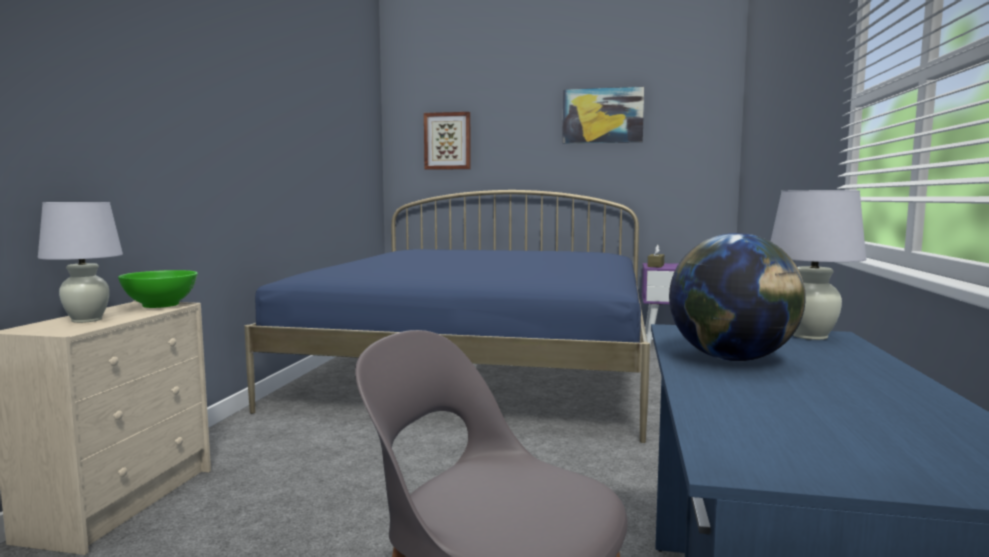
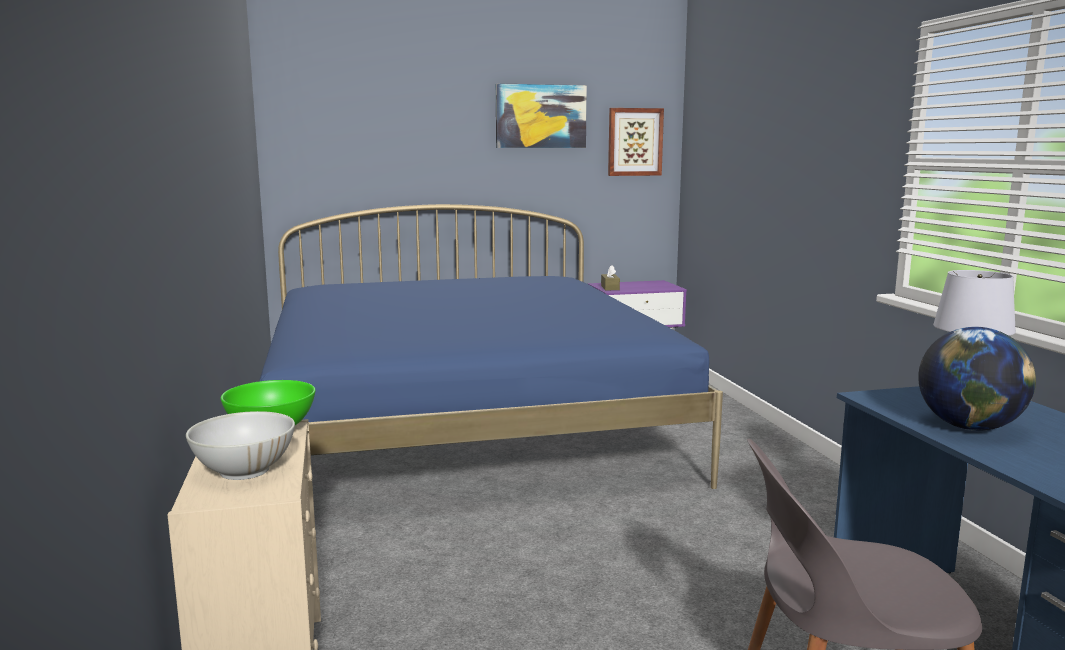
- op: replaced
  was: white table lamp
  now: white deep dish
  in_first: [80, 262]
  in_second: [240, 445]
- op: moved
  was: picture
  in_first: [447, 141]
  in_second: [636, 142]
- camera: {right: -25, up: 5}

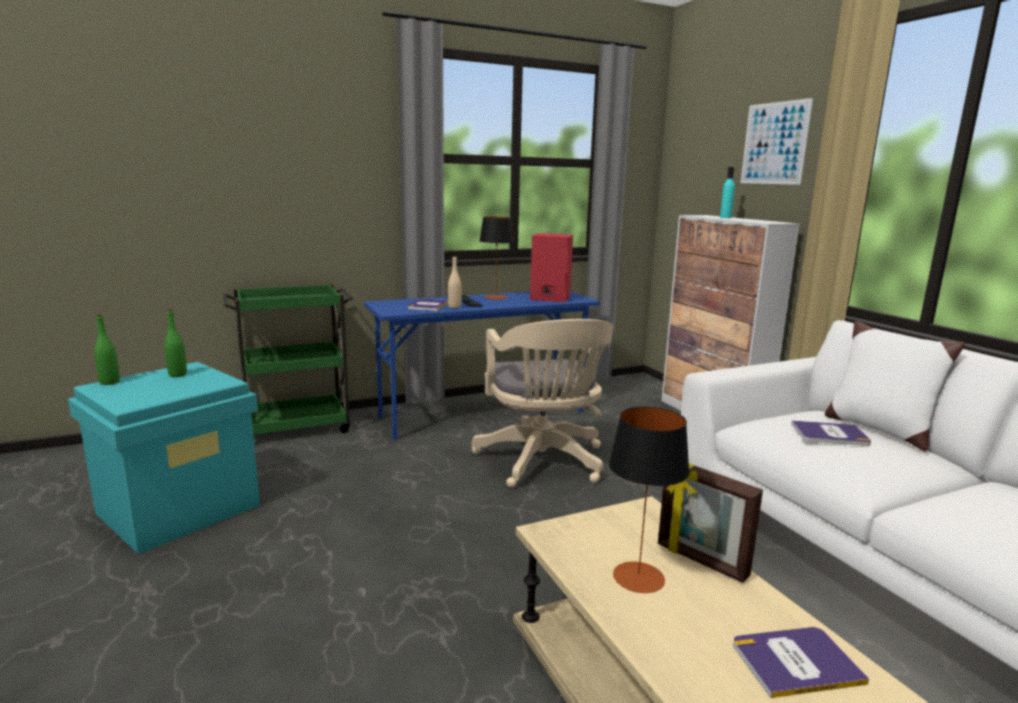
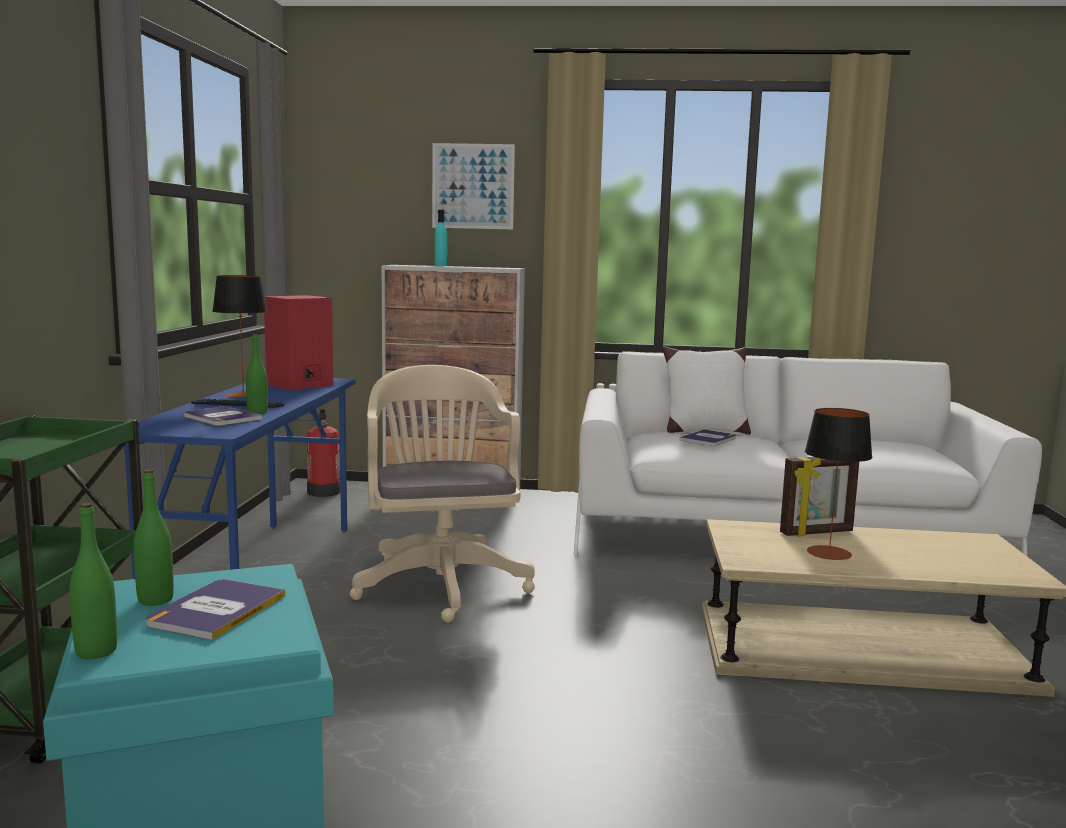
- op: moved
  was: book
  in_first: [801, 662]
  in_second: [215, 609]
- op: recoloured
  was: beige-coloured drink bottle
  now: green drink bottle
  in_first: [455, 282]
  in_second: [257, 374]
- op: added
  now: fire extinguisher
  in_second: [324, 453]
- op: turned
  was: beige-coloured desk chair
  in_first: [542, 403]
  in_second: [442, 494]
  clockwise: -120
- camera: {right: -60, up: -5}

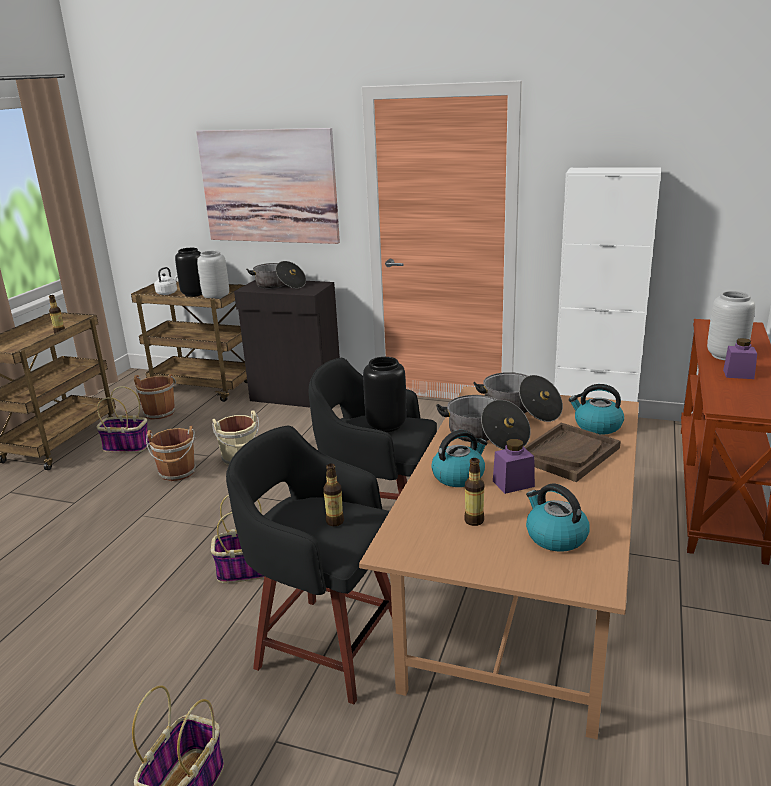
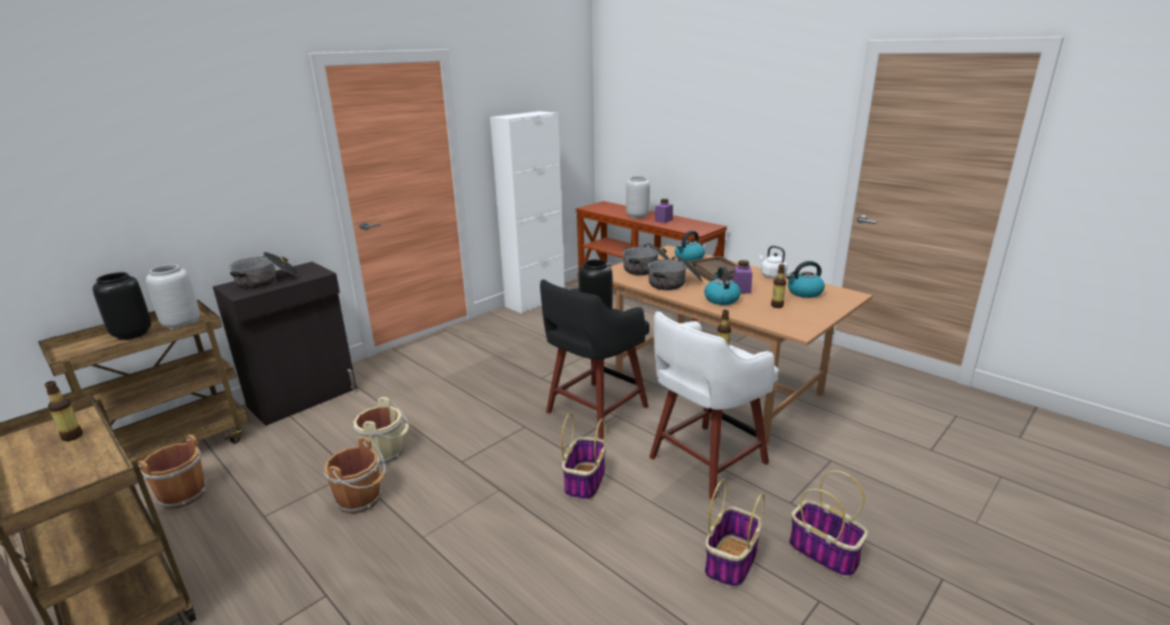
- op: recoloured
  was: black sitting stool
  now: white sitting stool
  in_first: [309, 565]
  in_second: [714, 405]
- op: moved
  was: basket
  in_first: [123, 419]
  in_second: [735, 533]
- op: moved
  was: white kettle
  in_first: [166, 281]
  in_second: [773, 262]
- op: removed
  was: picture
  in_first: [268, 186]
- camera: {right: -65, up: 0}

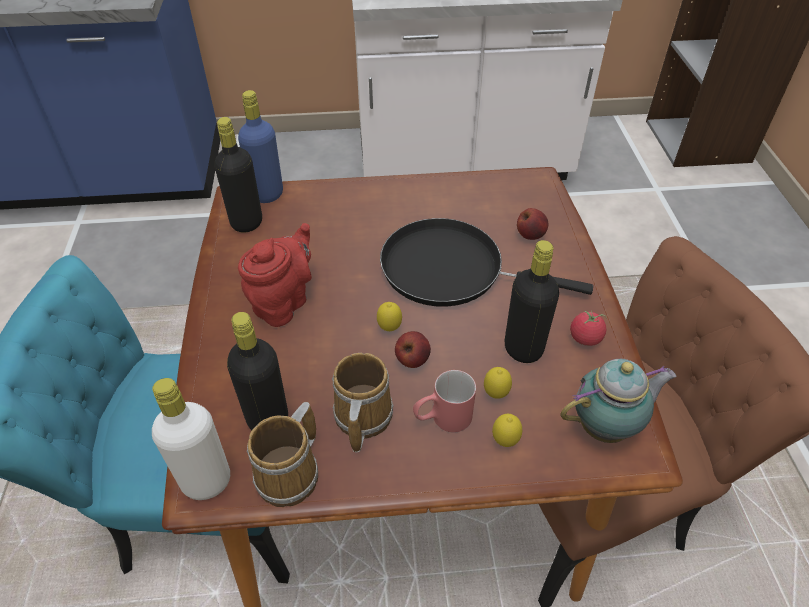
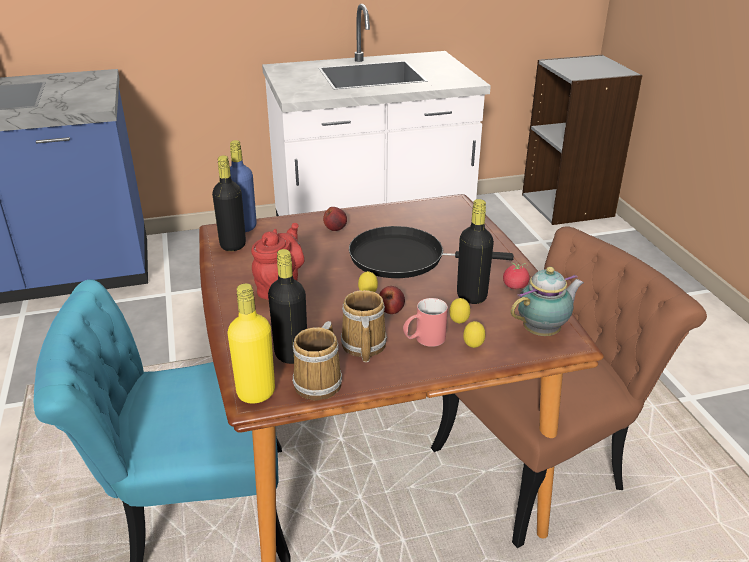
- op: recoloured
  was: white drink bottle
  now: yellow-coloured drink bottle
  in_first: [191, 439]
  in_second: [251, 343]
- op: moved
  was: apple
  in_first: [532, 224]
  in_second: [335, 219]
- camera: {right: -10, up: -15}

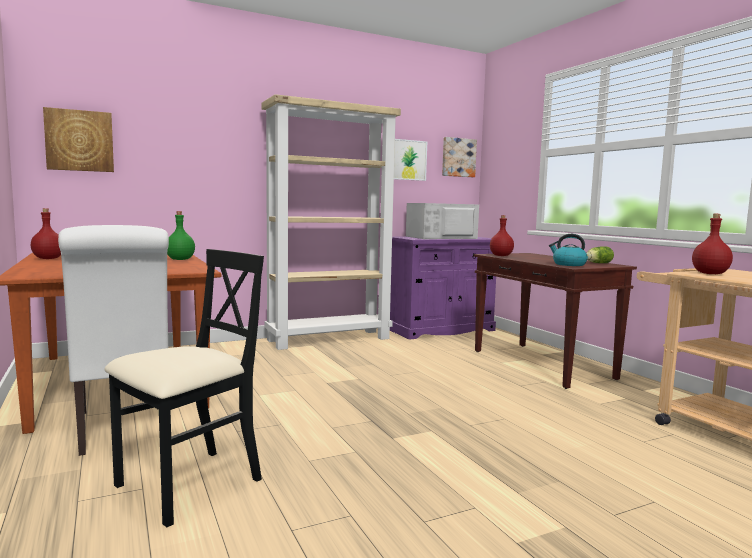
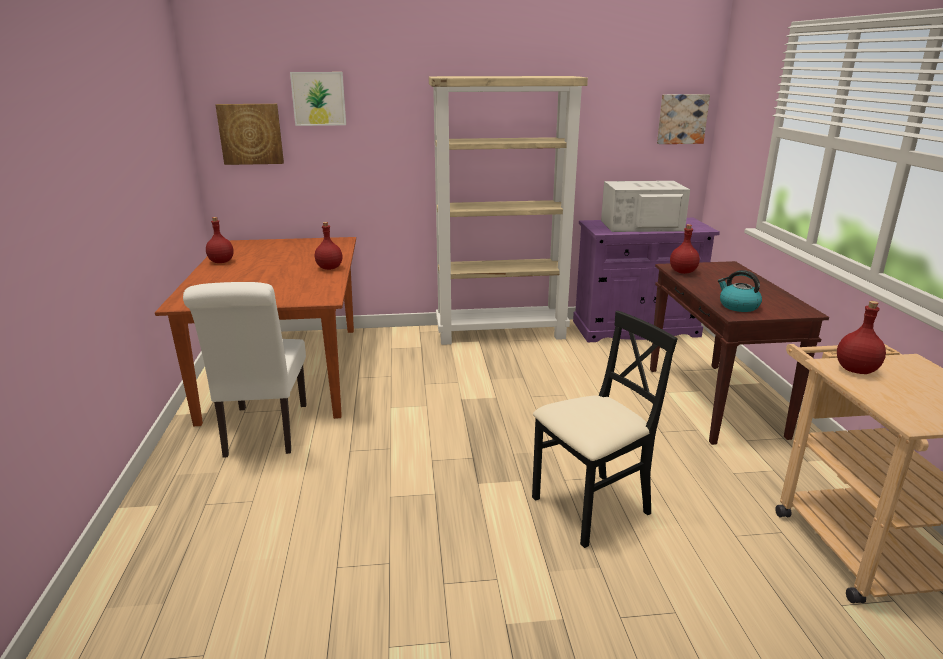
- op: moved
  was: picture
  in_first: [410, 160]
  in_second: [318, 99]
- op: recoloured
  was: green drink bottle
  now: red drink bottle
  in_first: [181, 235]
  in_second: [329, 246]
- op: moved
  was: black plain chair
  in_first: [184, 388]
  in_second: [605, 429]
- op: removed
  was: lettuce head
  in_first: [600, 254]
- camera: {right: 20, up: 15}

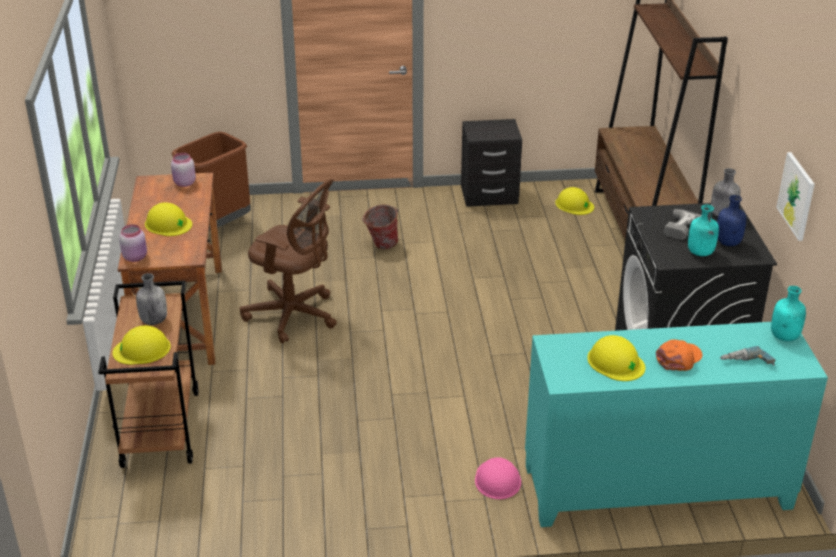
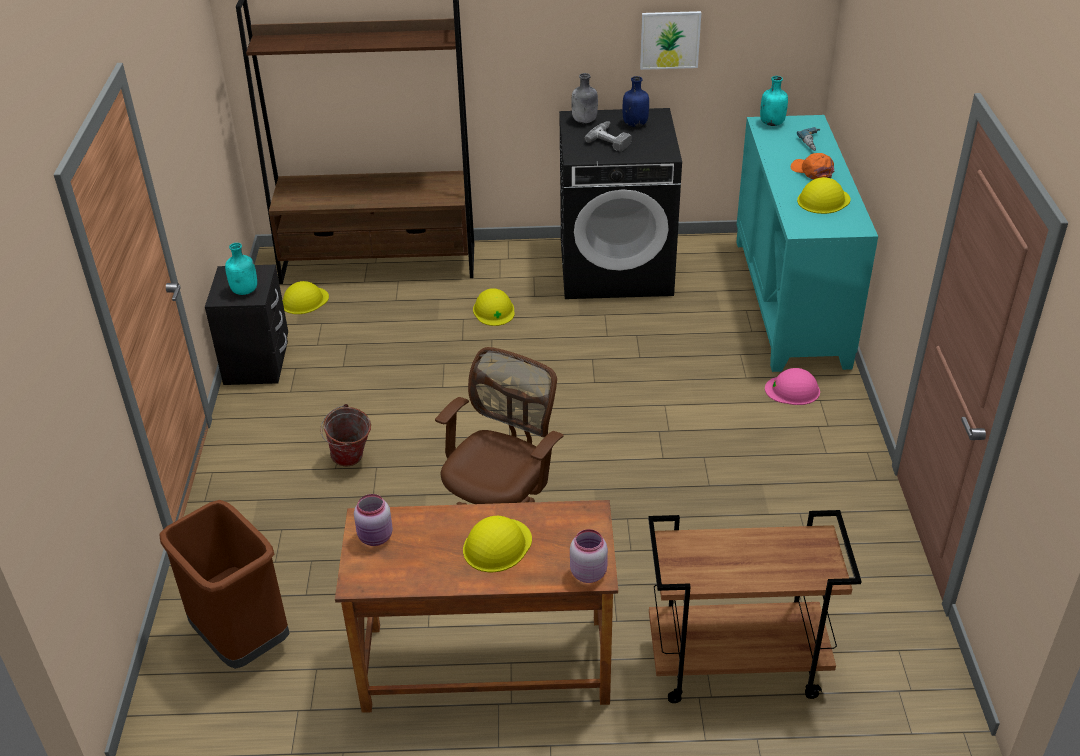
- op: moved
  was: turquoise drink bottle
  in_first: [703, 230]
  in_second: [241, 269]
- op: moved
  was: yellow-coloured work helmet
  in_first: [141, 345]
  in_second: [494, 307]
- op: removed
  was: grey drink bottle
  in_first: [151, 299]
- camera: {right: -85, up: 5}

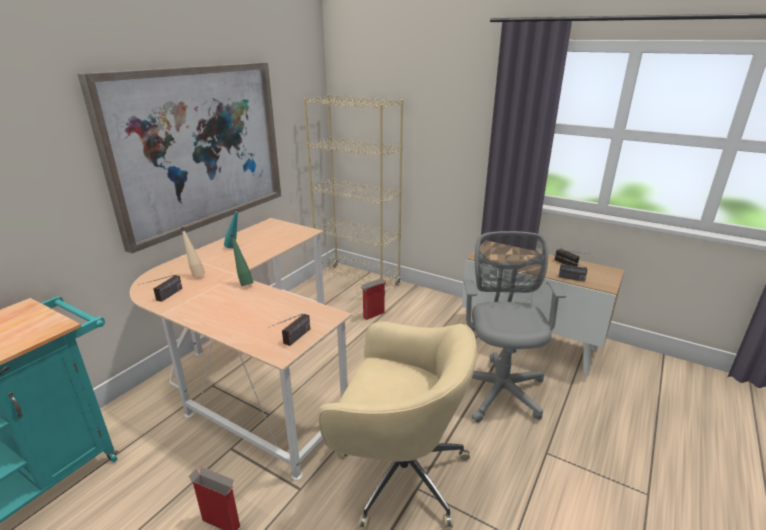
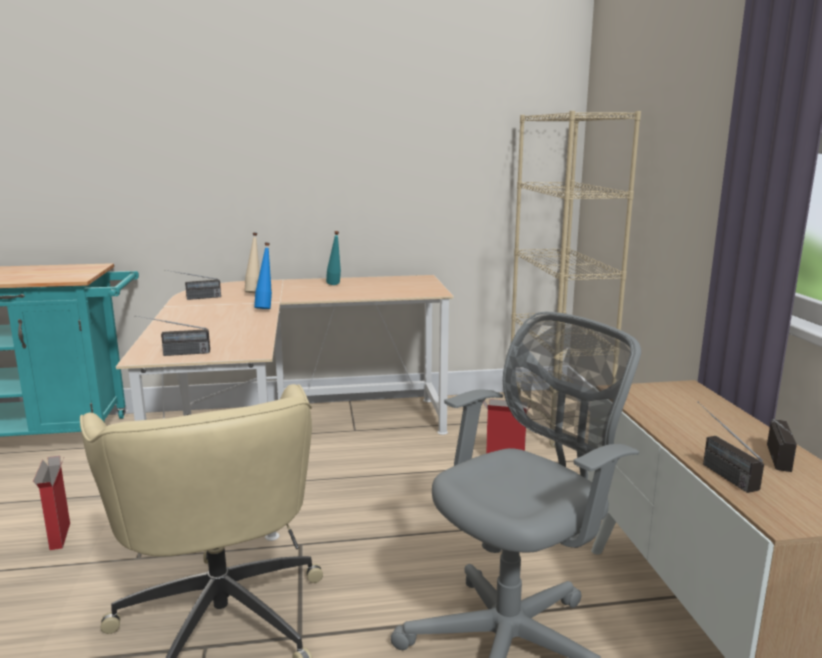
- op: recoloured
  was: green drink bottle
  now: blue-coloured drink bottle
  in_first: [241, 260]
  in_second: [263, 275]
- op: removed
  was: picture
  in_first: [179, 158]
- camera: {right: 50, up: -10}

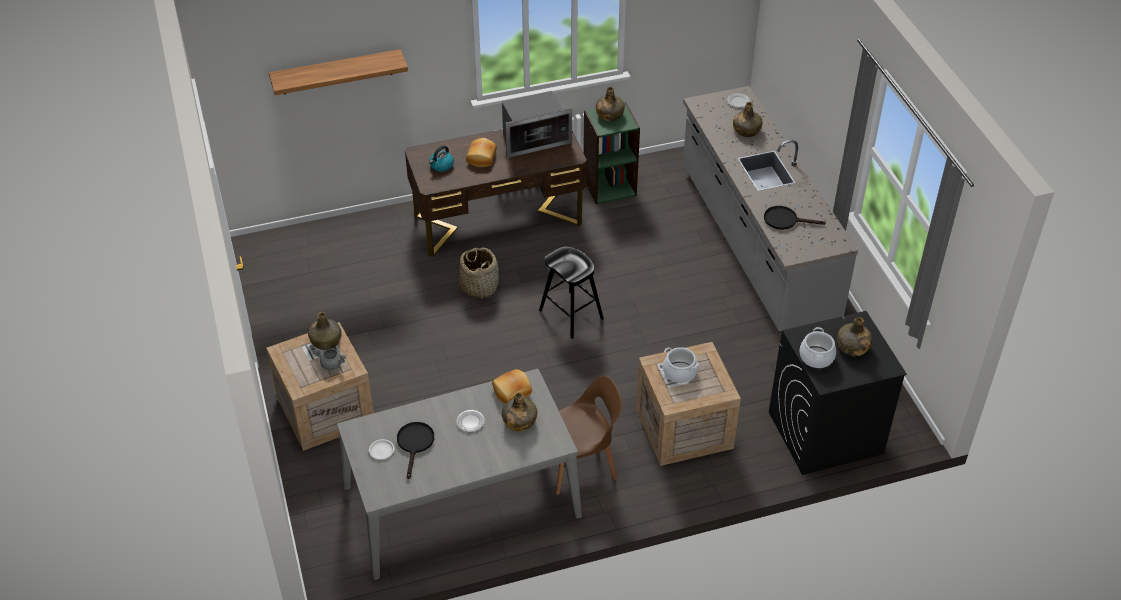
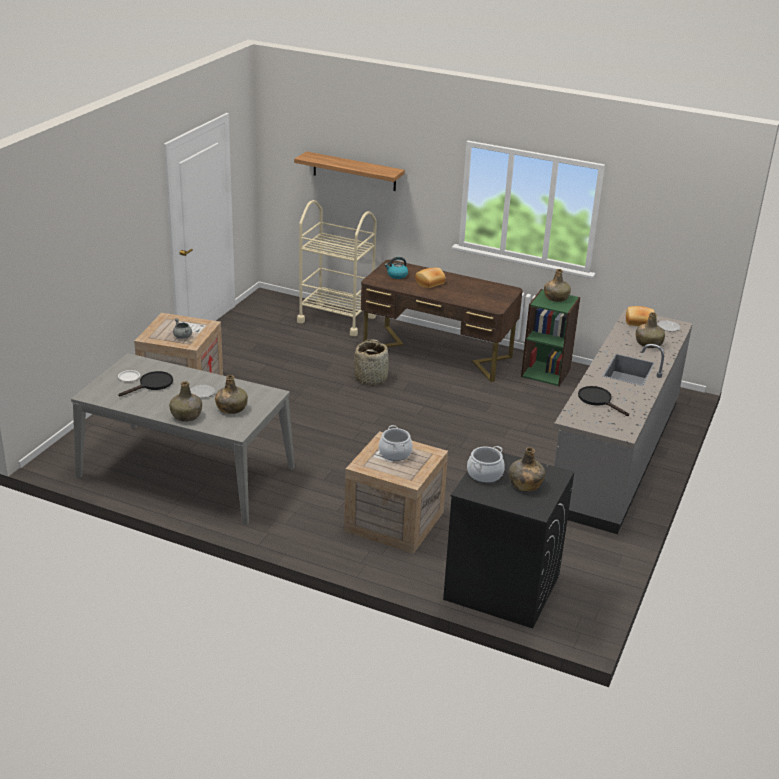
- op: moved
  was: green drink bottle
  in_first: [324, 331]
  in_second: [185, 401]
- op: added
  now: beige-coloured trolley
  in_second: [337, 268]
- op: moved
  was: bakery bread
  in_first: [512, 386]
  in_second: [640, 316]
- op: removed
  was: microwave
  in_first: [537, 124]
- op: removed
  was: black sitting stool
  in_first: [571, 293]
- op: removed
  was: brownish plain chair
  in_first: [589, 435]
- camera: {right: 40, up: -15}

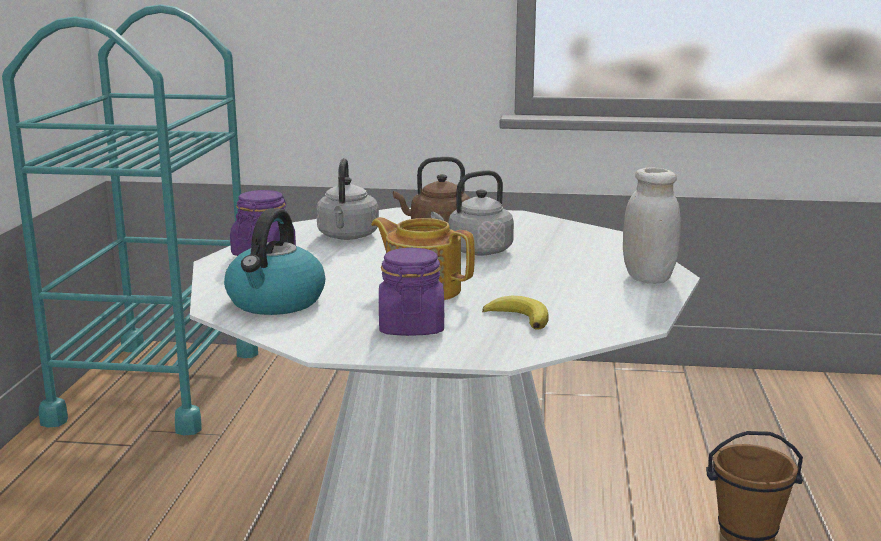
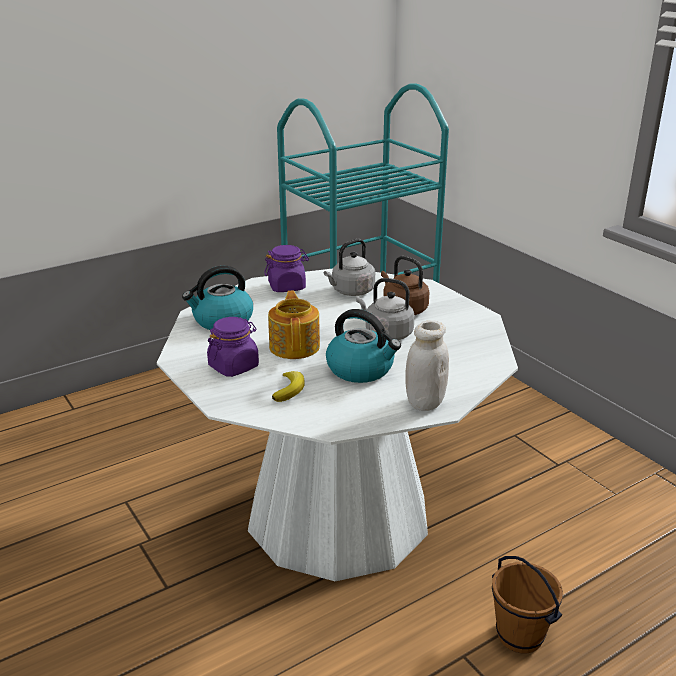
- op: added
  now: kettle
  in_second: [363, 346]
- camera: {right: 50, up: 10}

